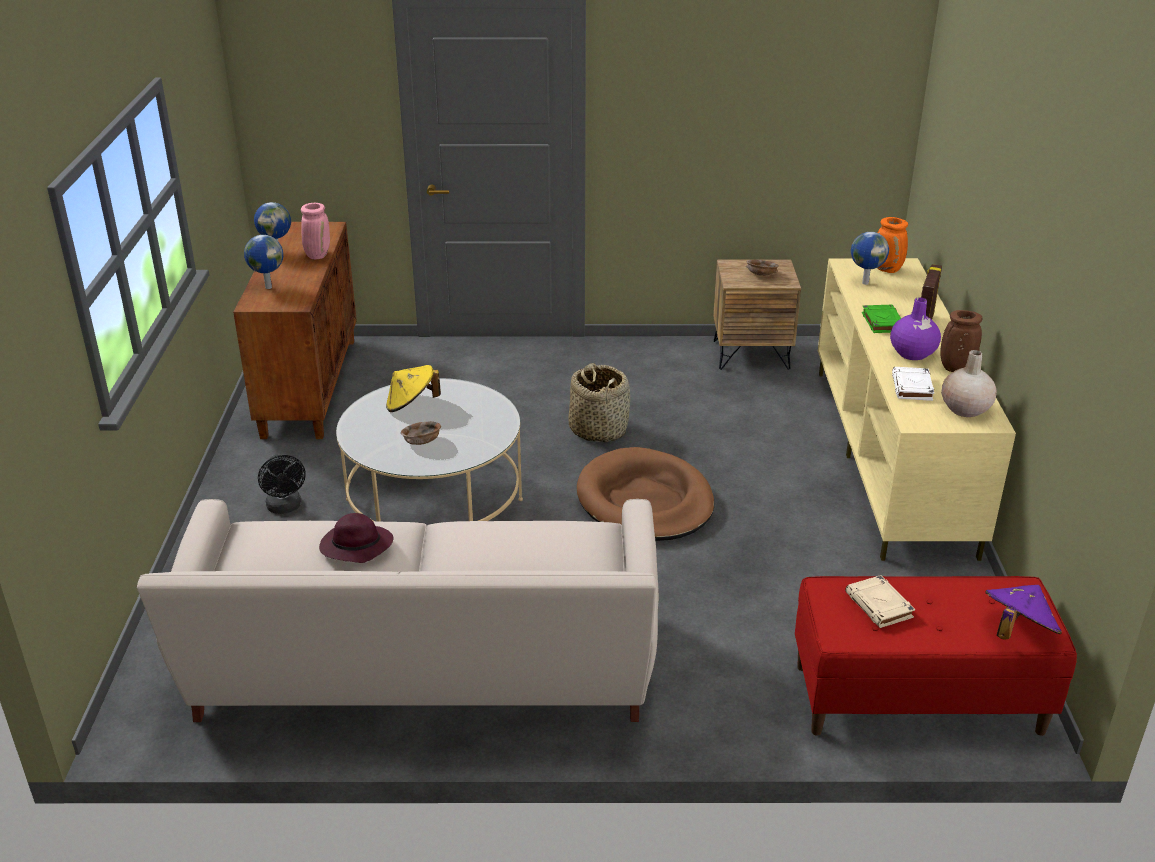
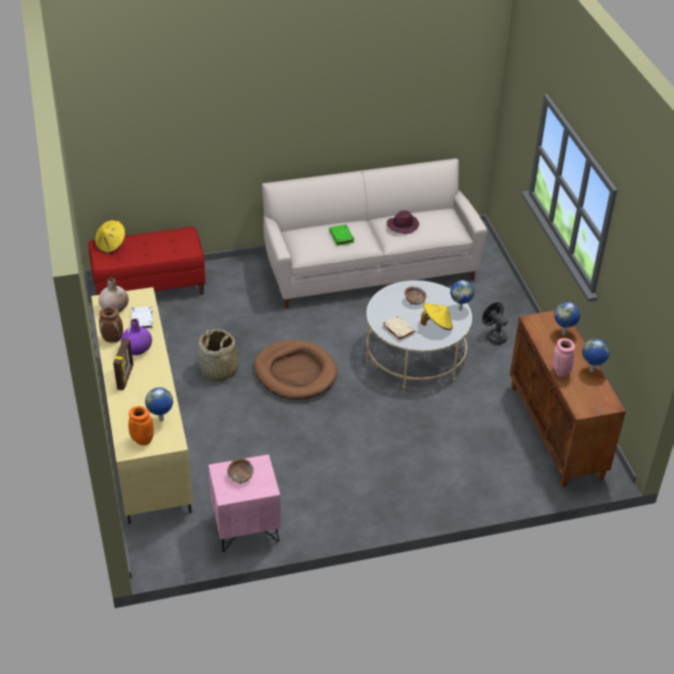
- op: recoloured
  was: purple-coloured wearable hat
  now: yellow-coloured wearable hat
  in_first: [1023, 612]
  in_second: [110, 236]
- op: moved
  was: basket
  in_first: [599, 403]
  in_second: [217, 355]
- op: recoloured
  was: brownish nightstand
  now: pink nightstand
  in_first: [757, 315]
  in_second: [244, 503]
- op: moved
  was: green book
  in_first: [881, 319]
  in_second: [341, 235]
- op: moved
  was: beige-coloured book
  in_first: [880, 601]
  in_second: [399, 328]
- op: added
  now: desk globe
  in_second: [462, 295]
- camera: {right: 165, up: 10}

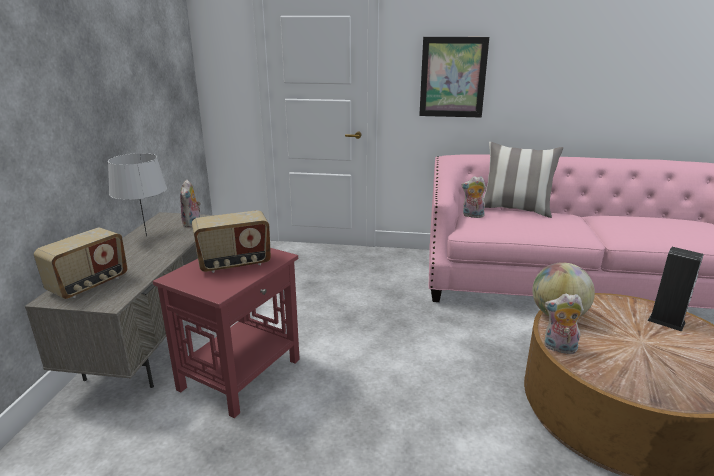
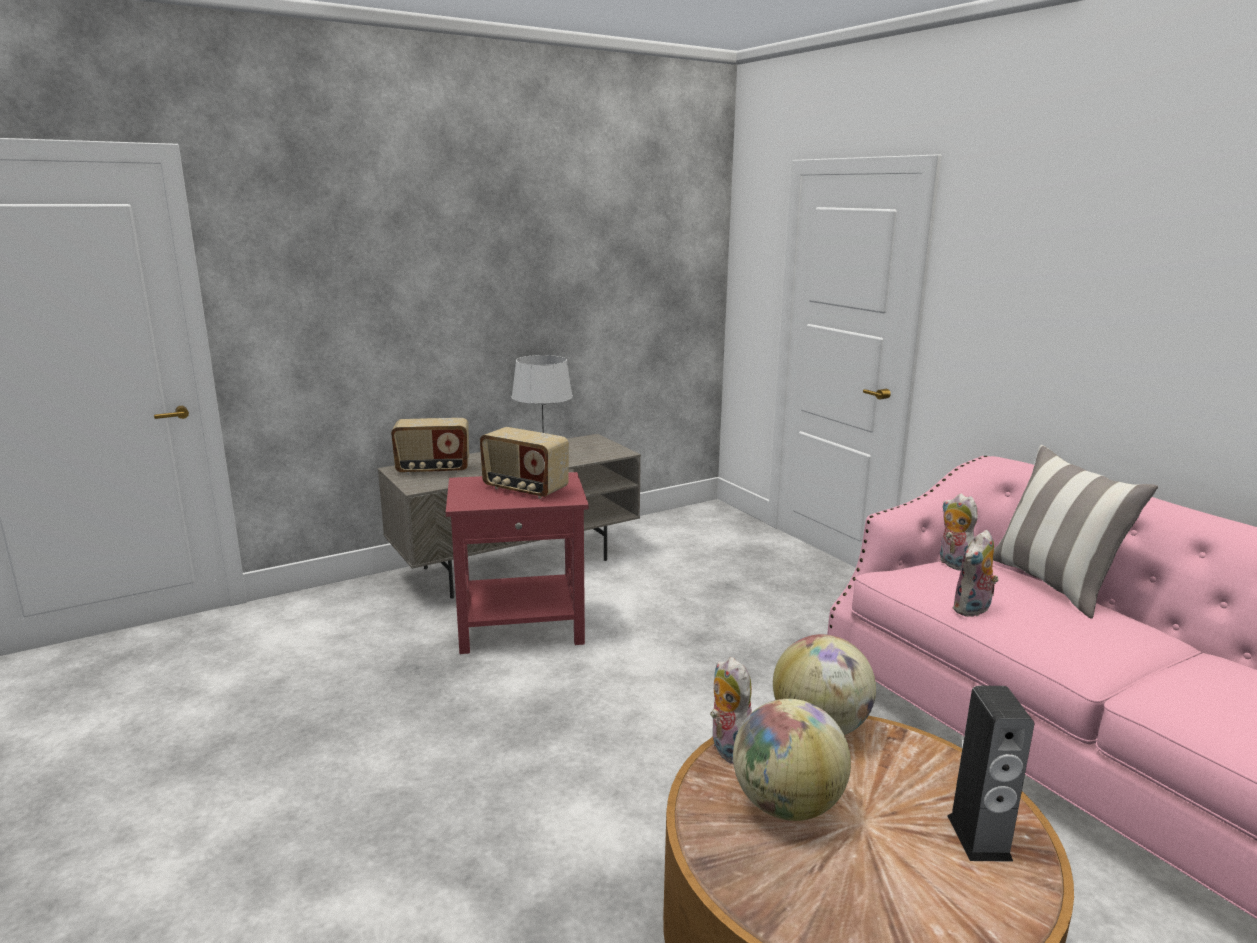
- op: added
  now: desk globe
  in_second: [792, 760]
- op: moved
  was: cuddly toy
  in_first: [190, 203]
  in_second: [975, 573]
- op: removed
  was: picture
  in_first: [454, 77]
- camera: {right: 50, up: -5}

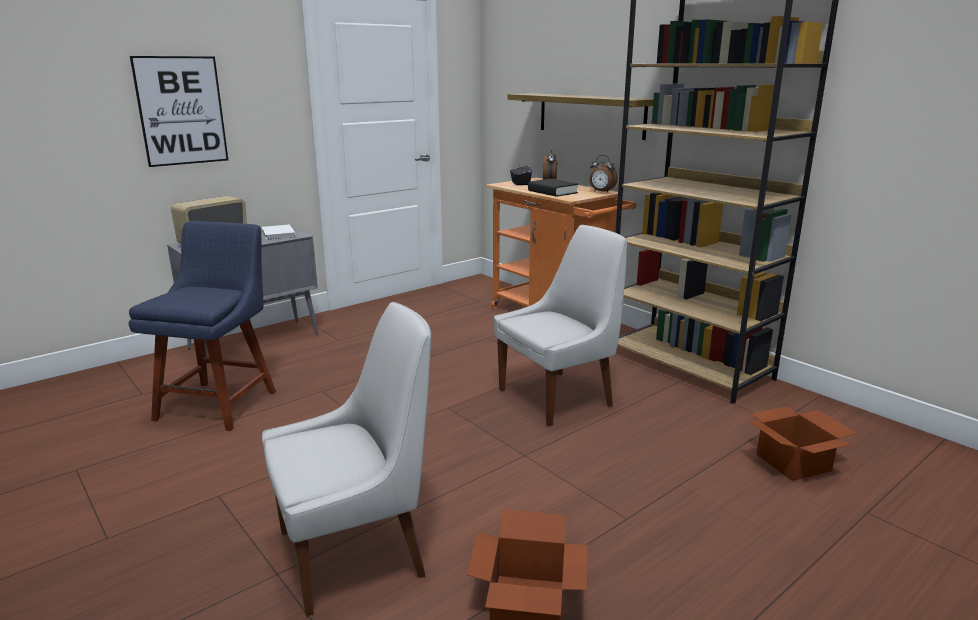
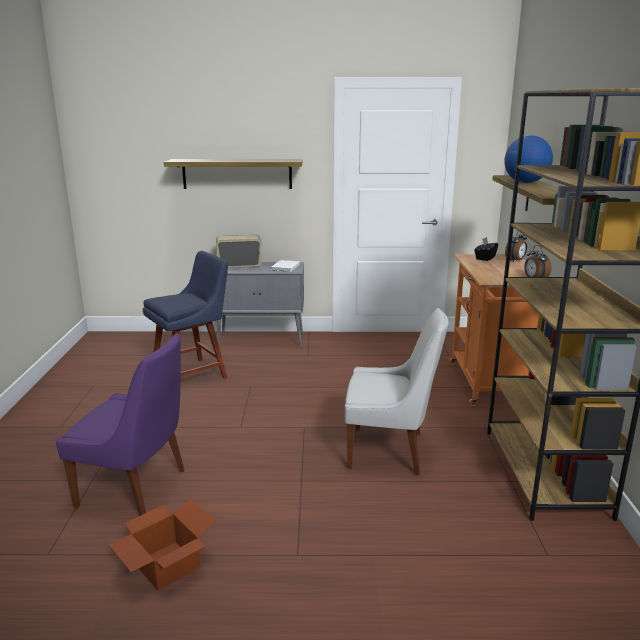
- op: recoloured
  was: white plain chair
  now: purple-coloured plain chair
  in_first: [346, 459]
  in_second: [120, 424]
- op: replaced
  was: picture
  now: wall shelf
  in_first: [179, 111]
  in_second: [233, 174]
- op: added
  now: desk globe
  in_second: [528, 159]
- op: removed
  was: black book
  in_first: [553, 188]
- op: removed
  was: carton
  in_first: [802, 443]
- camera: {right: 40, up: 0}

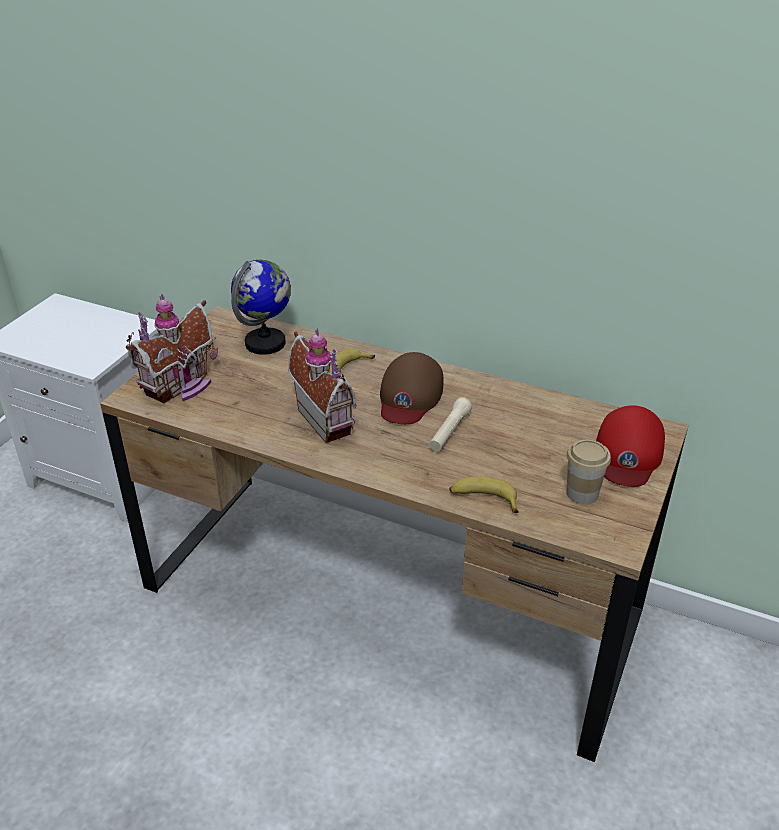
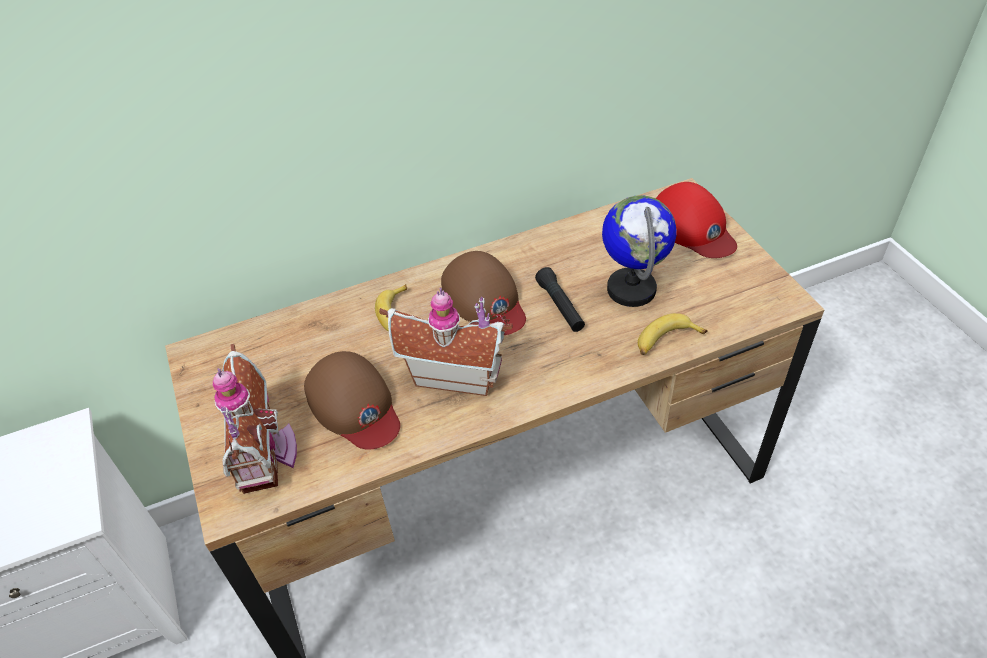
- op: added
  now: brownish peaked cap
  in_second: [352, 400]
- op: recoloured
  was: beige-coloured flashlight
  now: black flashlight
  in_first: [450, 424]
  in_second: [560, 299]
- op: moved
  was: desk globe
  in_first: [261, 307]
  in_second: [639, 251]
- op: removed
  was: drinking cup
  in_first: [588, 472]
- camera: {right: -45, up: 10}

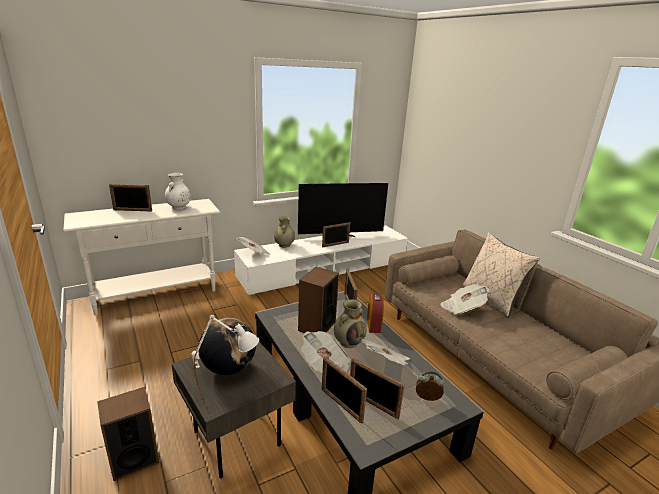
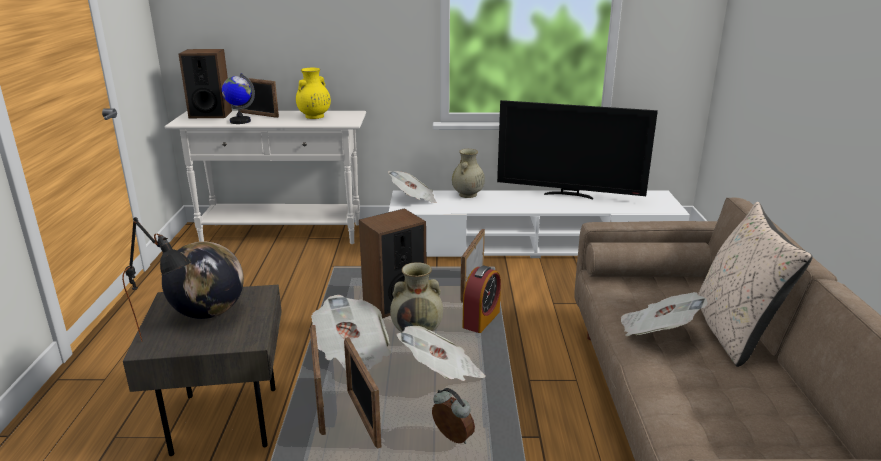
- op: recoloured
  was: white table lamp
  now: black table lamp
  in_first: [225, 359]
  in_second: [156, 279]
- op: moved
  was: speaker
  in_first: [128, 434]
  in_second: [205, 83]
- op: added
  now: desk globe
  in_second: [238, 98]
- op: recoloured
  was: white flower vase
  now: yellow-coloured flower vase
  in_first: [178, 191]
  in_second: [313, 93]
- op: removed
  was: standing frame
  in_first: [336, 234]
- camera: {right: 30, up: 0}

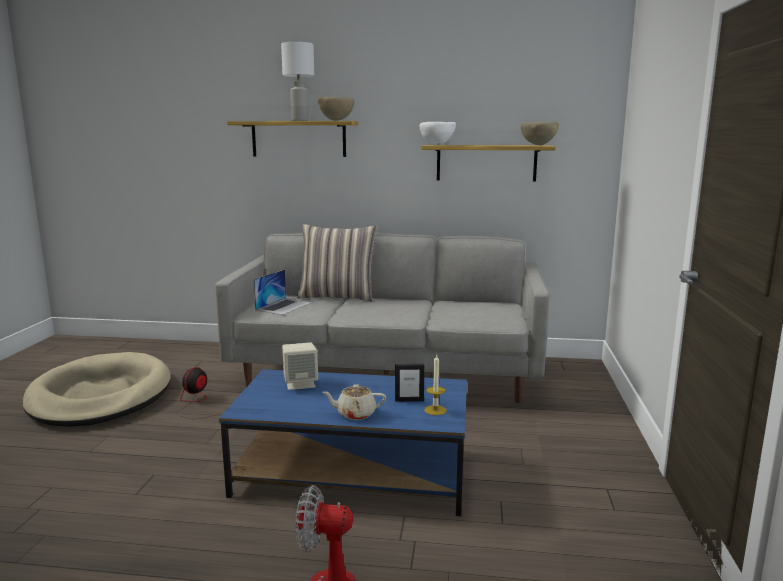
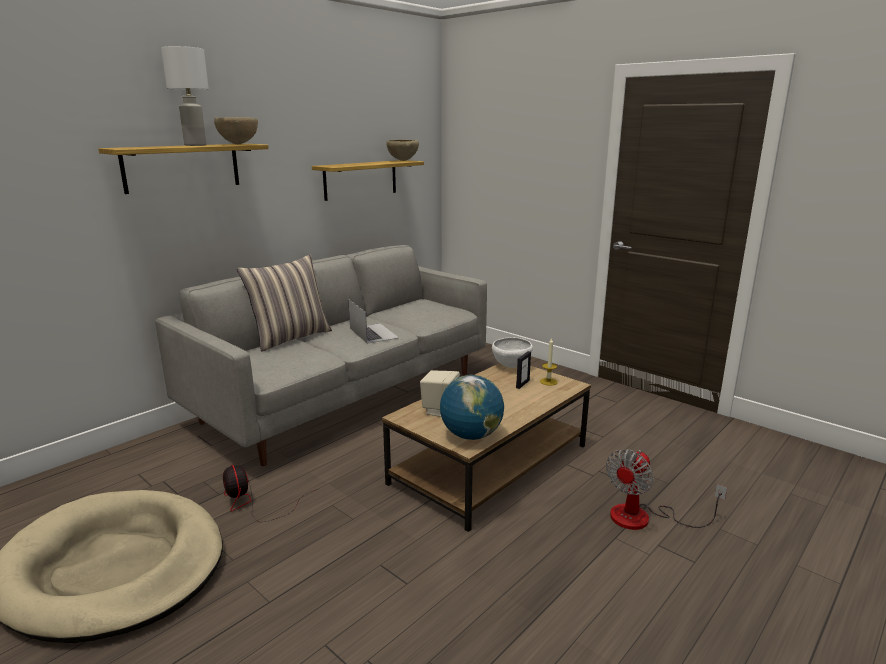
- op: moved
  was: notebook computer
  in_first: [283, 292]
  in_second: [373, 321]
- op: recoloured
  was: blue-coloured coffee table
  now: brownish coffee table
  in_first: [343, 442]
  in_second: [486, 447]
- op: added
  now: desk globe
  in_second: [472, 407]
- op: moved
  was: white deep dish
  in_first: [438, 133]
  in_second: [512, 353]
- op: removed
  was: beige-coloured pot for tea
  in_first: [354, 402]
- camera: {right: -55, up: 5}

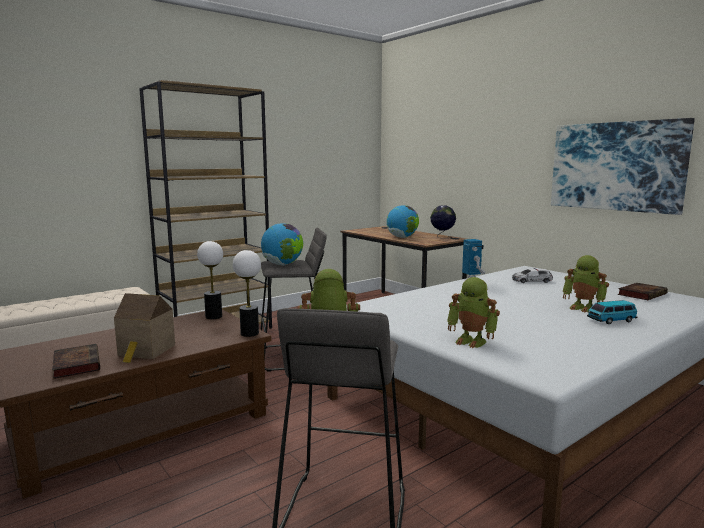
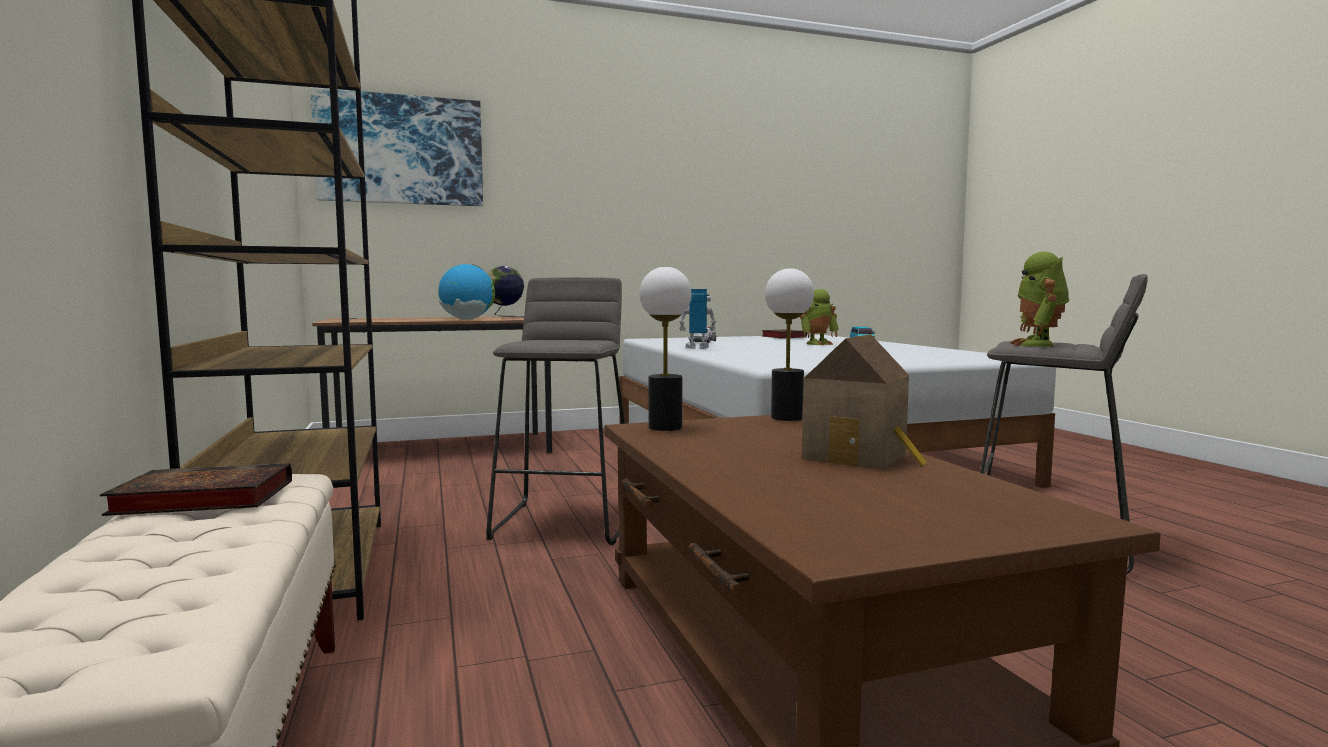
- op: moved
  was: book
  in_first: [76, 361]
  in_second: [196, 489]
- op: moved
  was: picture
  in_first: [623, 166]
  in_second: [396, 146]
- op: removed
  was: desk globe
  in_first: [282, 244]
- op: removed
  was: toy robot
  in_first: [473, 312]
- camera: {right: -70, up: -5}

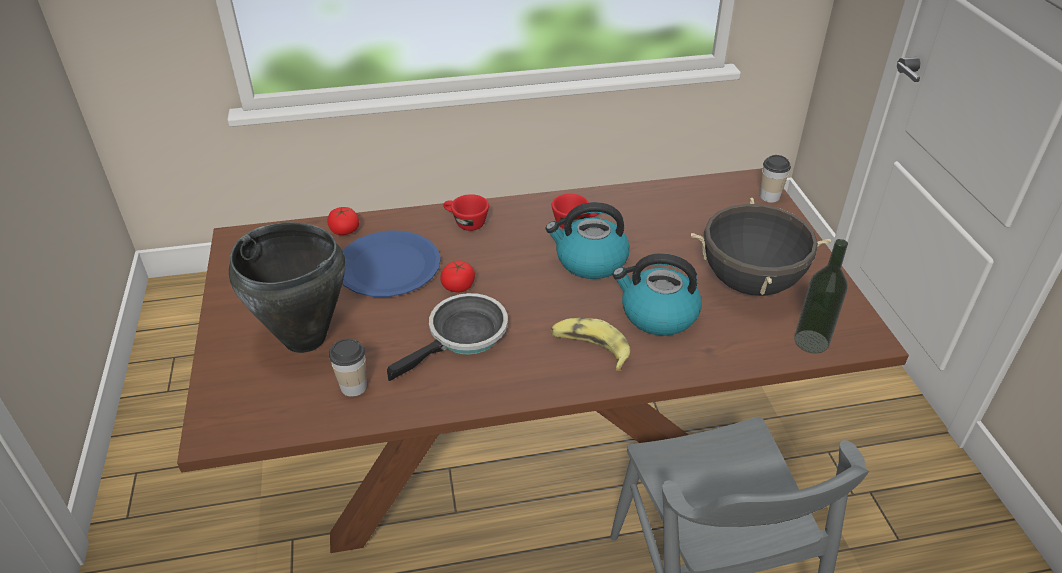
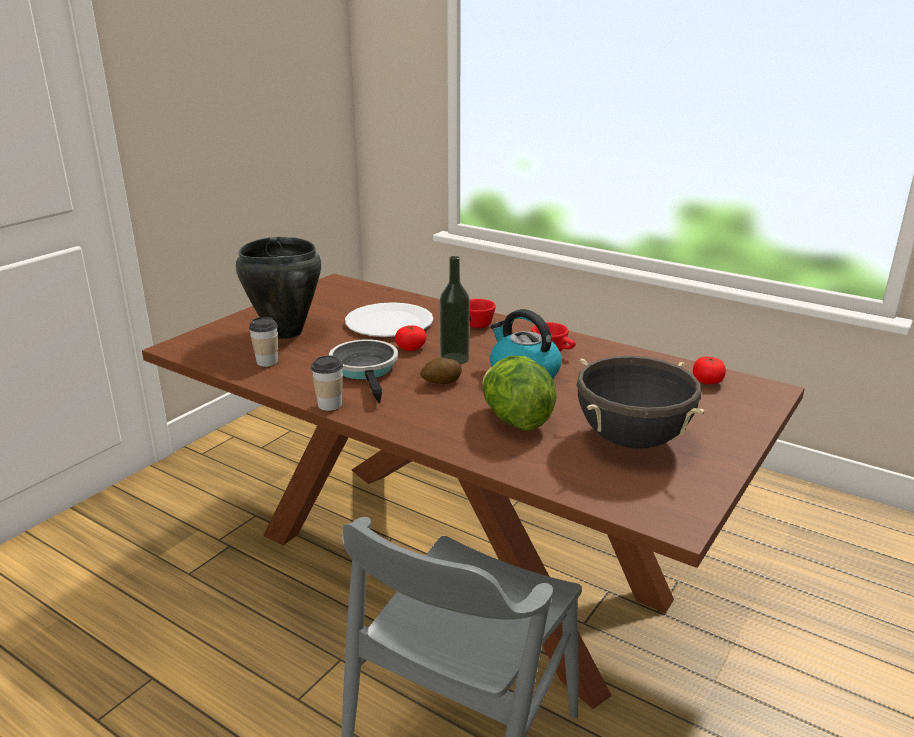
- op: moved
  was: drinking cup
  in_first: [775, 179]
  in_second: [327, 383]
- op: turned
  was: skillet
  in_first: [447, 337]
  in_second: [363, 371]
  clockwise: -105
- op: recoloured
  was: blue-coloured plate
  now: white plate
  in_first: [391, 264]
  in_second: [389, 319]
- op: added
  now: whole potato
  in_second: [441, 370]
- op: moved
  was: drink bottle
  in_first: [821, 296]
  in_second: [455, 310]
- op: replaced
  was: kettle
  now: lettuce head
  in_first: [657, 294]
  in_second: [519, 393]
- op: moved
  was: tomato
  in_first: [343, 221]
  in_second: [709, 370]
- op: removed
  was: banana fruit
  in_first: [590, 344]
- camera: {right: 45, up: -15}

